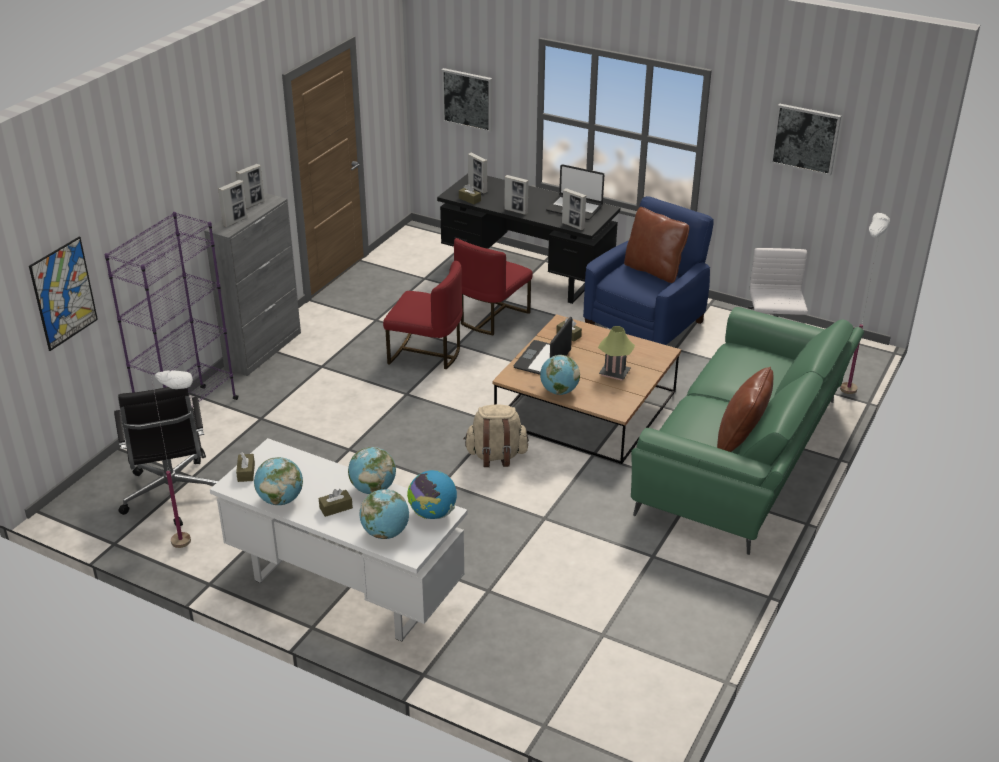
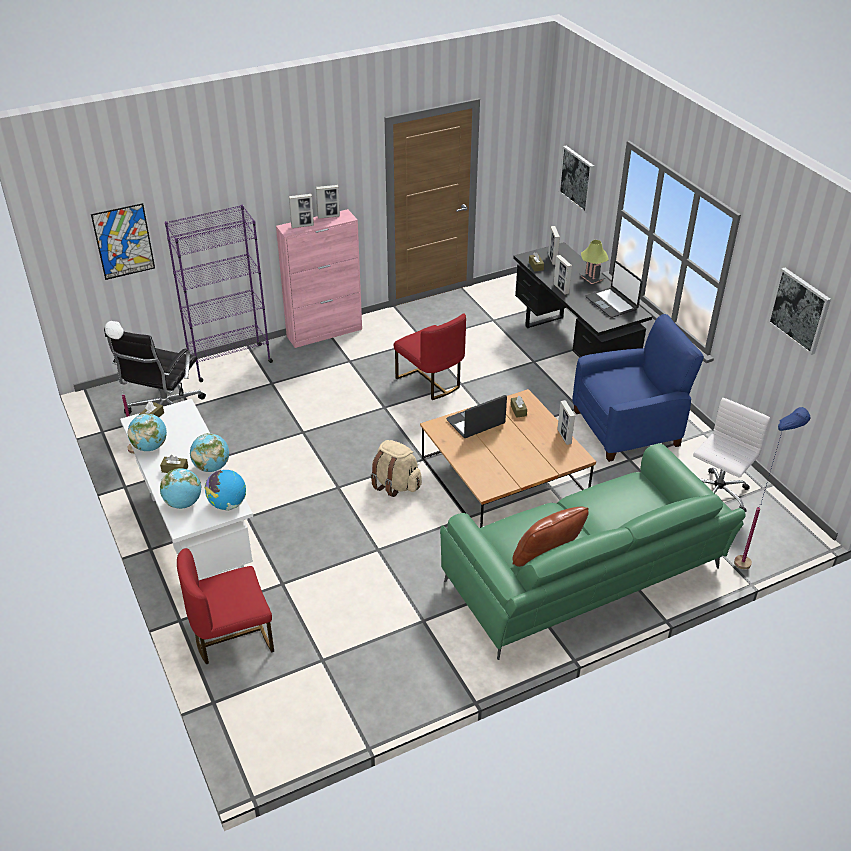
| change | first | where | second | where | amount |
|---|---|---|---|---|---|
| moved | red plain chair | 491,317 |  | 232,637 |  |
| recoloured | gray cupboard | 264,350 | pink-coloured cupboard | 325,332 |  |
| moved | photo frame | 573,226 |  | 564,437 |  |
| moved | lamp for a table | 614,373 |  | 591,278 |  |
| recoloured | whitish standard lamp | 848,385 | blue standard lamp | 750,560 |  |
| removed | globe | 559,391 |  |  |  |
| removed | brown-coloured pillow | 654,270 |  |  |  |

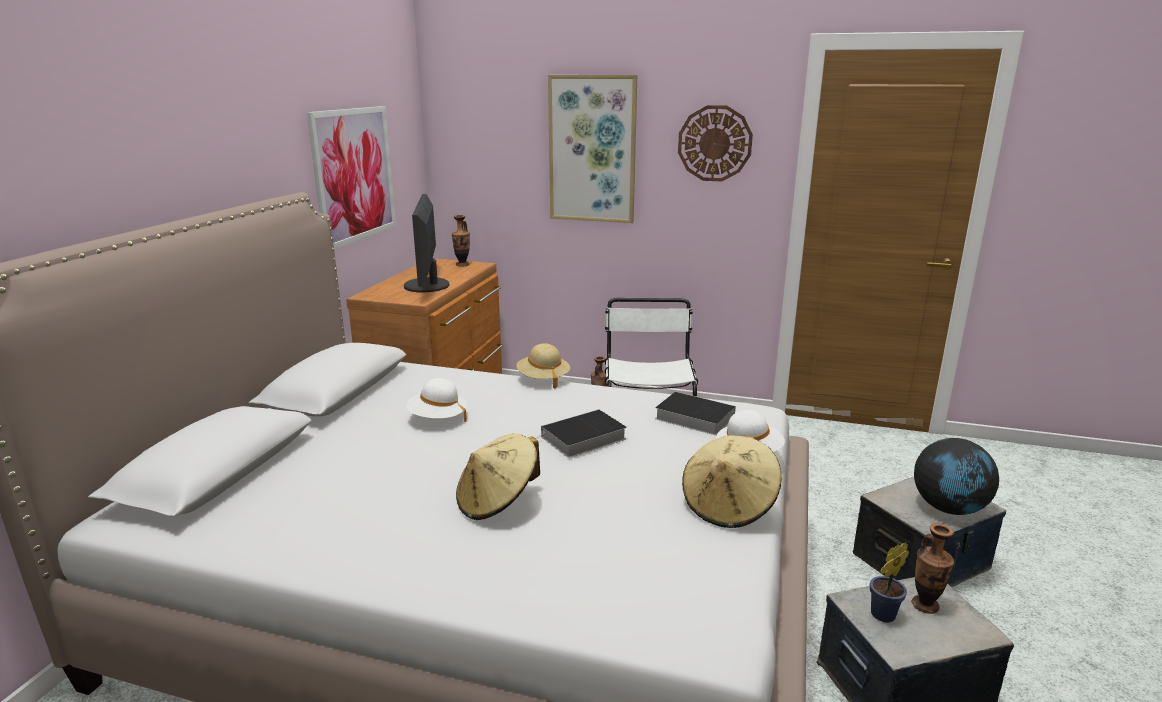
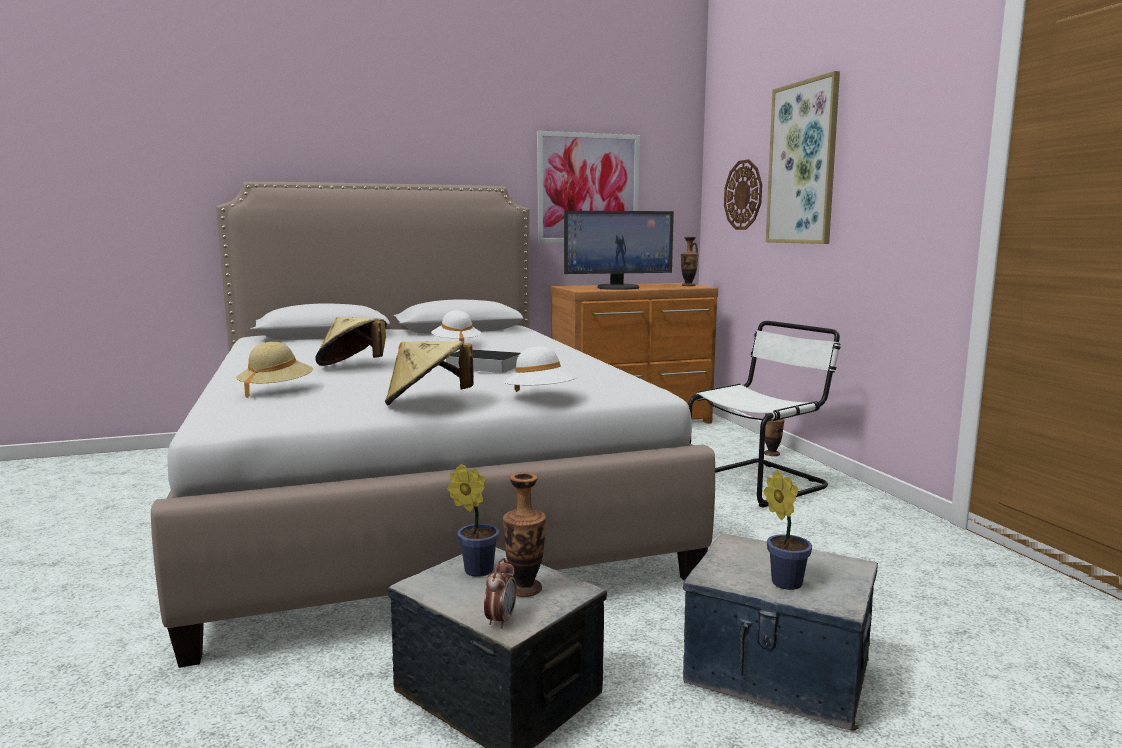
| change | first | where | second | where | amount |
|---|---|---|---|---|---|
| moved | beige clothing hat | 543,379 |  | 276,391 |  |
| added |  |  | table clock | 500,620 |  |
| turned | computer screen | 428,286 |  | 618,288 | 150 degrees counterclockwise |
| moved | clock on the wall | 714,143 |  | 743,195 |  |
| replaced | globe | 949,508 | plant in a pot | 783,581 |  |
| removed | book | 692,417 |  |  |  |

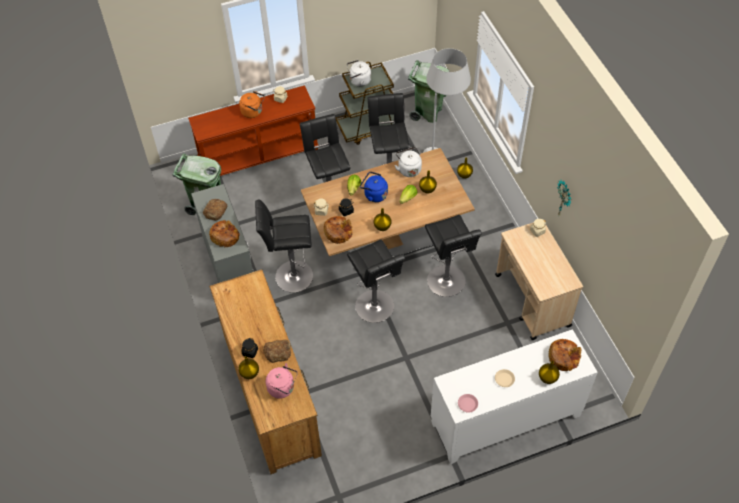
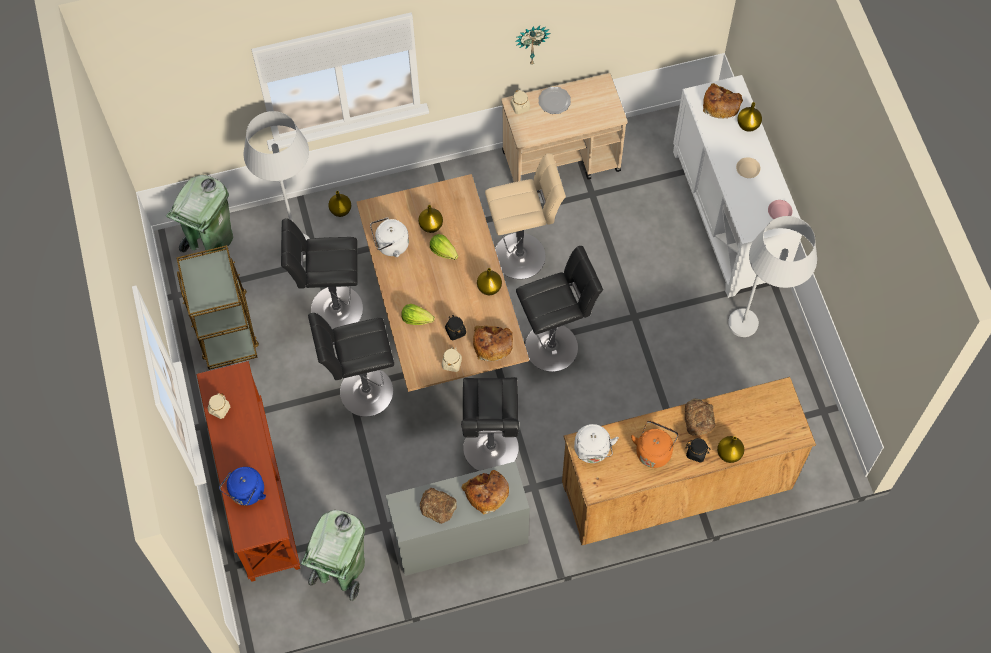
| change | first | where | second | where | amount |
|---|---|---|---|---|---|
| moved | blue tea kettle | 374,194 |  | 246,493 |  |
| recoloured | black-coloured stool | 447,283 | beige stool | 523,254 |  |
| added |  |  | flat dish | 554,101 |  |
| moved | whitish tea kettle | 359,81 |  | 592,451 |  |
| moved | orange tea kettle | 253,112 |  | 654,450 |  |
| added |  |  | whitish standard lamp | 758,330 |  |
| removed | pink-coloured tea kettle | 283,388 |  |  |  |

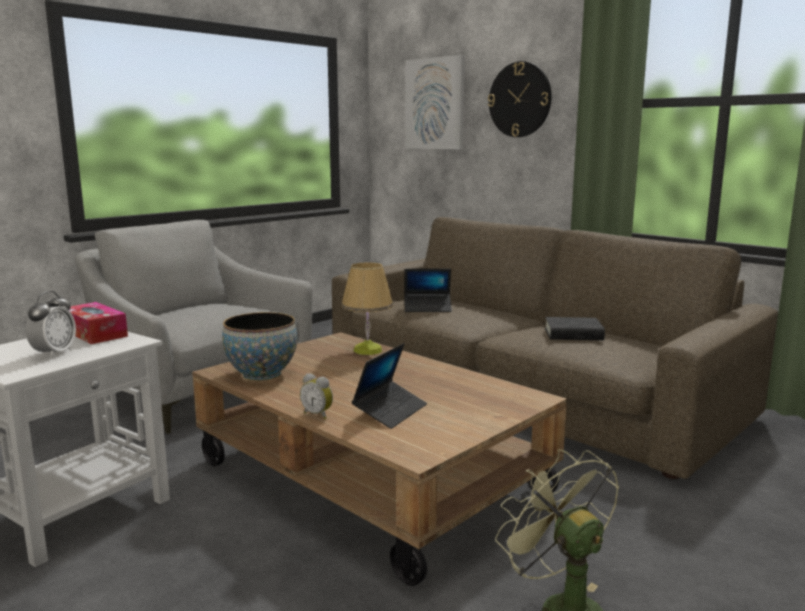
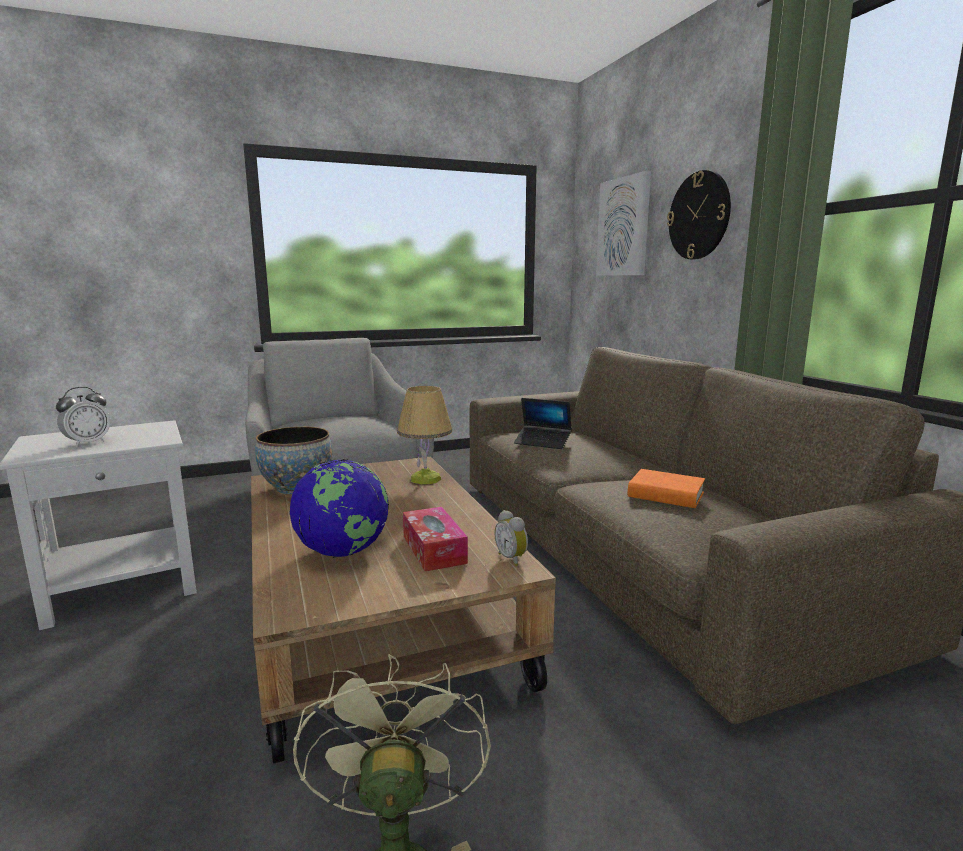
| change | first | where | second | where | amount |
|---|---|---|---|---|---|
| replaced | laptop | 390,411 | globe | 343,551 |  |
| moved | tissue holder | 95,333 |  | 434,549 |  |
| moved | table clock | 318,414 |  | 512,558 |  |
| recoloured | black-coloured book | 573,334 | orange book | 665,495 |  |

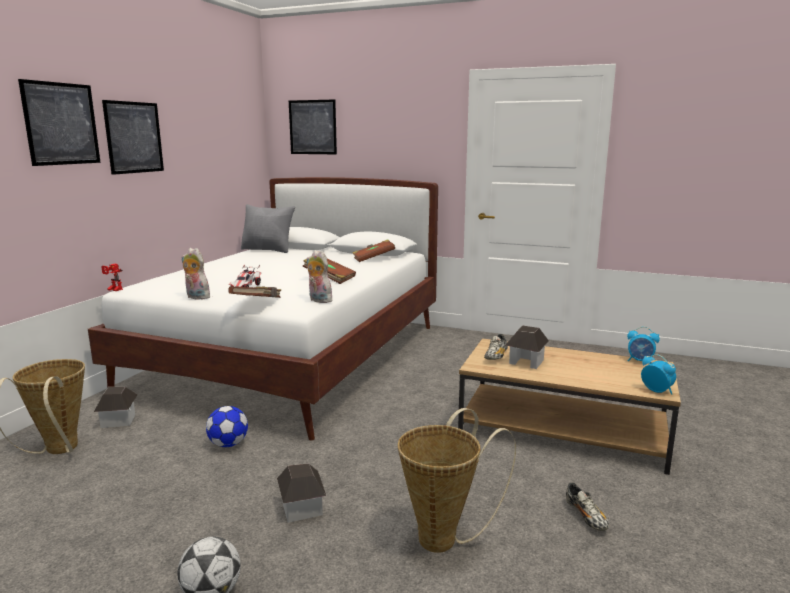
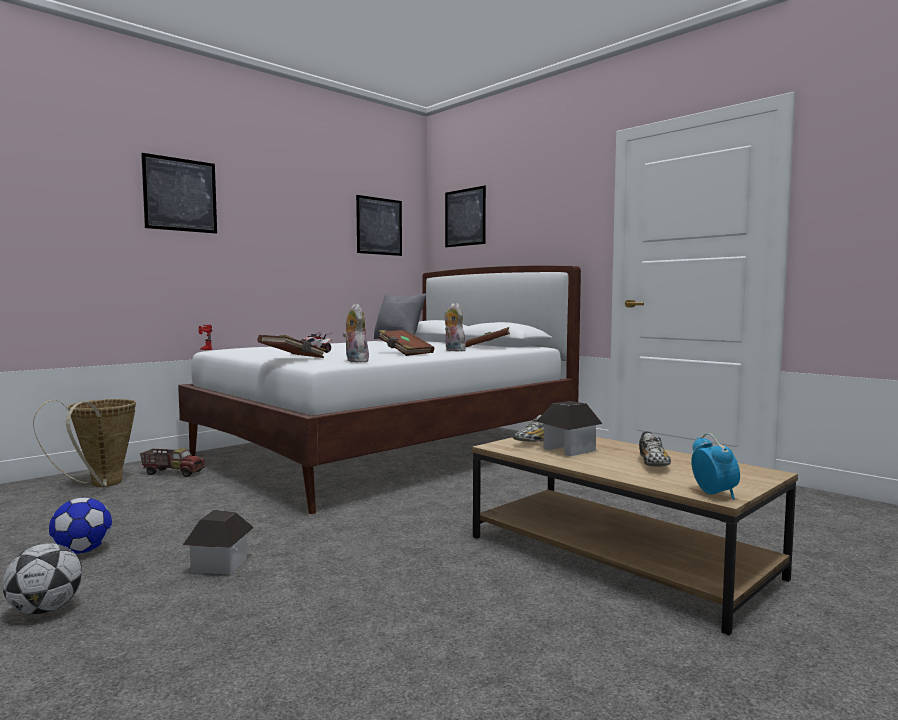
| change | first | where | second | where | amount |
|---|---|---|---|---|---|
| moved | football | 228,444 |  | 82,551 |  |
| replaced | model house | 118,420 | toy lorry | 173,473 |  |
| moved | wall art | 134,137 |  | 379,226 |  |
| moved | plush toy | 196,297 |  | 453,350 |  |
| moved | item of footwear | 586,517 |  | 653,464 |  |
| removed | basket | 444,537 |  |  |  |
| removed | table clock | 640,361 |  |  |  |

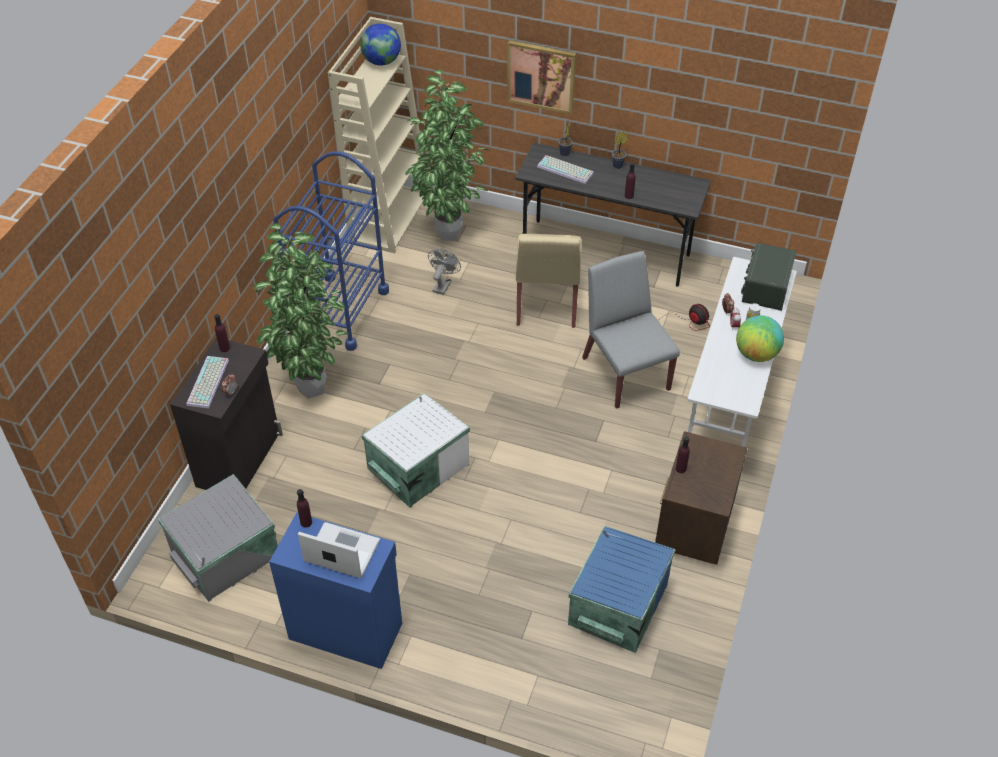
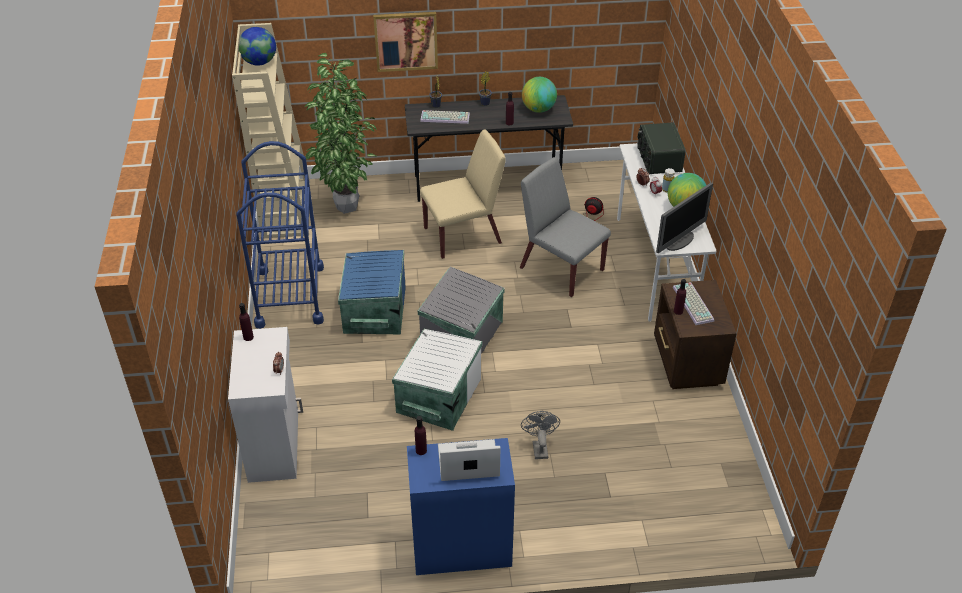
| change | first | where | second | where | amount |
|---|---|---|---|---|---|
| recoloured | black-coloured cupboard | 240,459 | whitish cupboard | 275,444 |  |
| moved | blue storage box | 616,605 |  | 373,311 |  |
| moved | gray storage box | 228,556 |  | 463,334 |  |
| turned | beige plain chair | 546,302 |  | 463,235 | 90 degrees counterclockwise |
| moved | gray cooling fan | 443,284 |  | 539,447 |  |
| added |  |  | globe | 538,109 |  |
| added |  |  | computer screen | 680,241 |  |
| moved | computer keyboard | 209,383 |  | 694,304 |  |
| removed | plant in a pot | 312,386 |  |  |  |

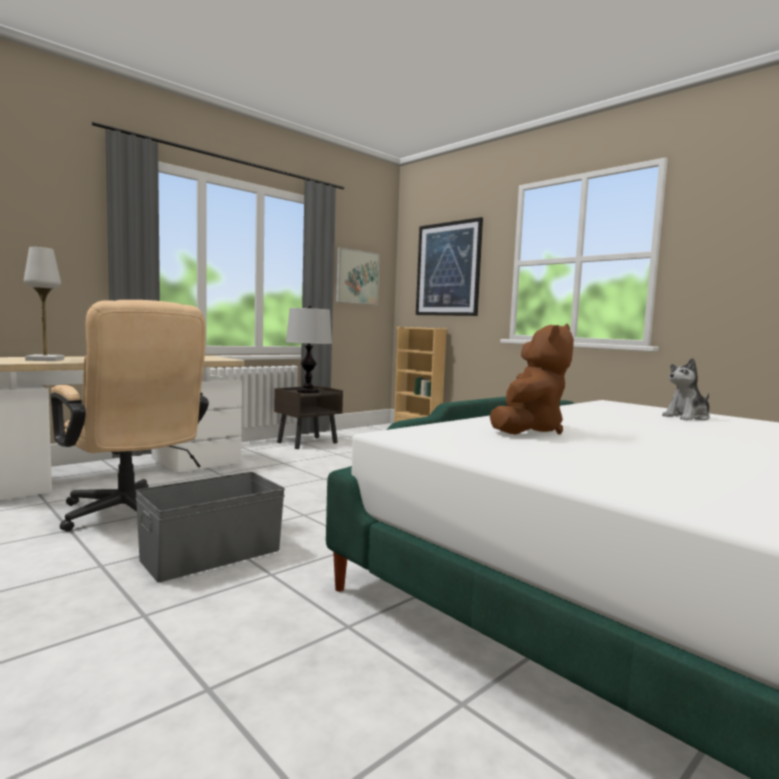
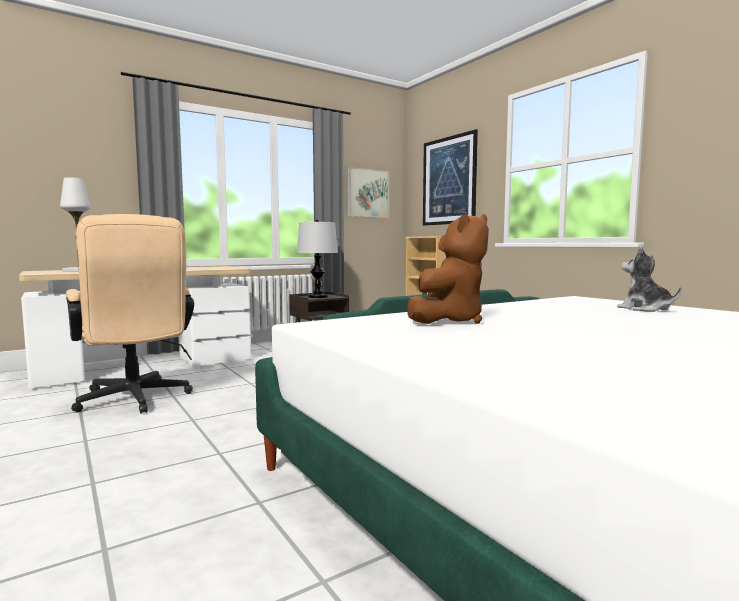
| change | first | where | second | where | amount |
|---|---|---|---|---|---|
| turned | plush toy | 687,417 |  | 645,309 | 75 degrees clockwise |
| removed | gray storage box | 210,555 |  |  |  |

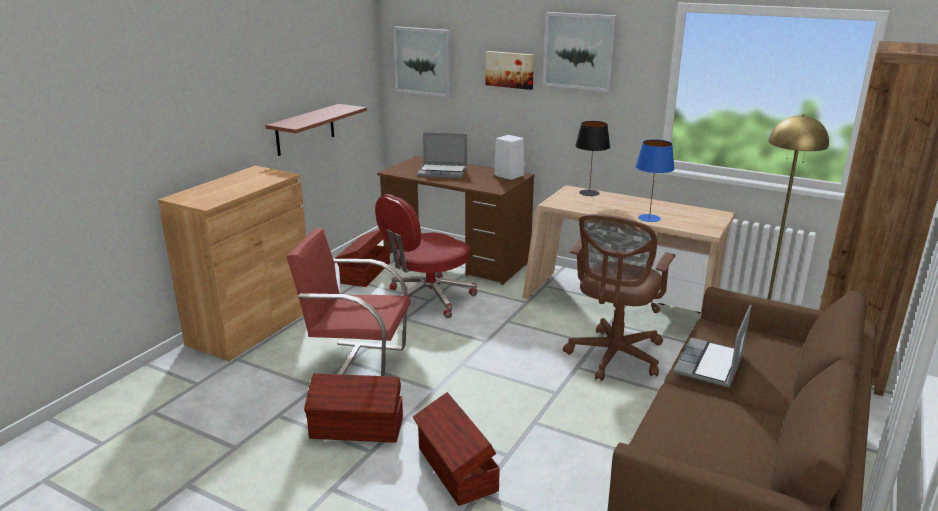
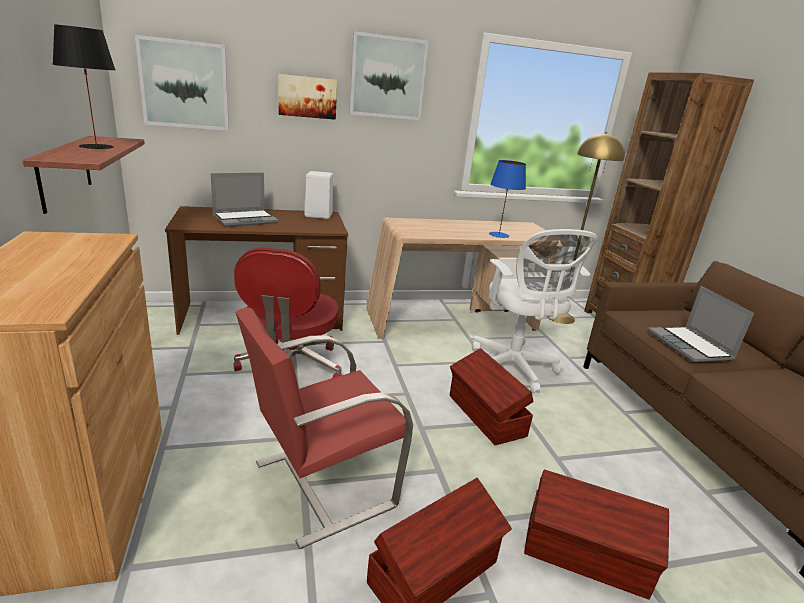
| change | first | where | second | where | amount |
|---|---|---|---|---|---|
| moved | black-coloured lamp for a table | 589,193 |  | 97,147 |  |
| moved | brown-coloured storage box | 364,273 |  | 485,416 |  |
| recoloured | brown-coloured office chair | 613,357 | whitish office chair | 514,368 |  |

